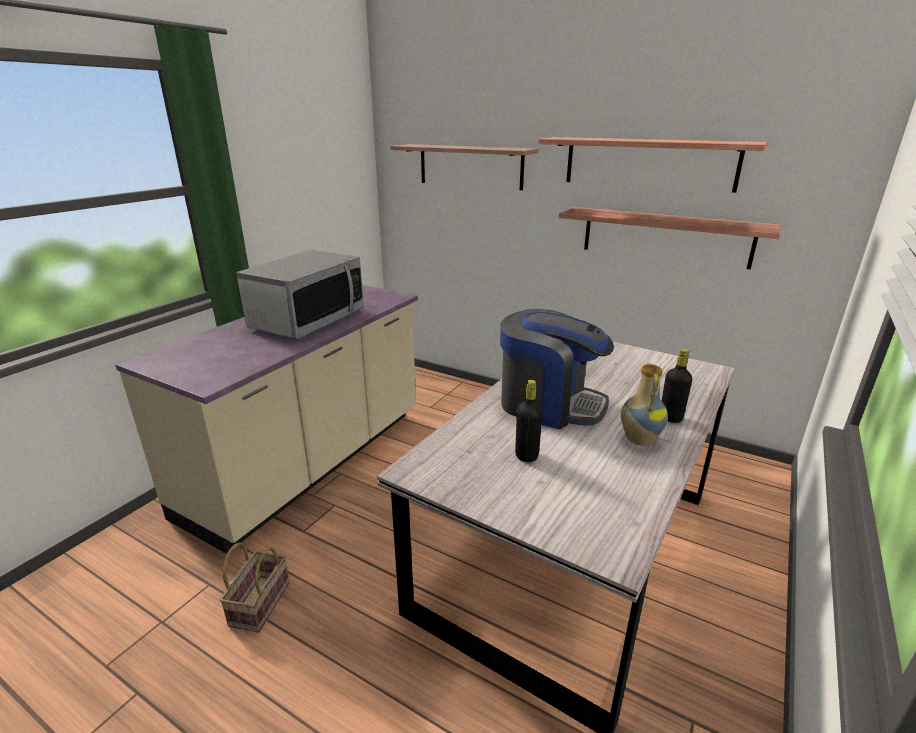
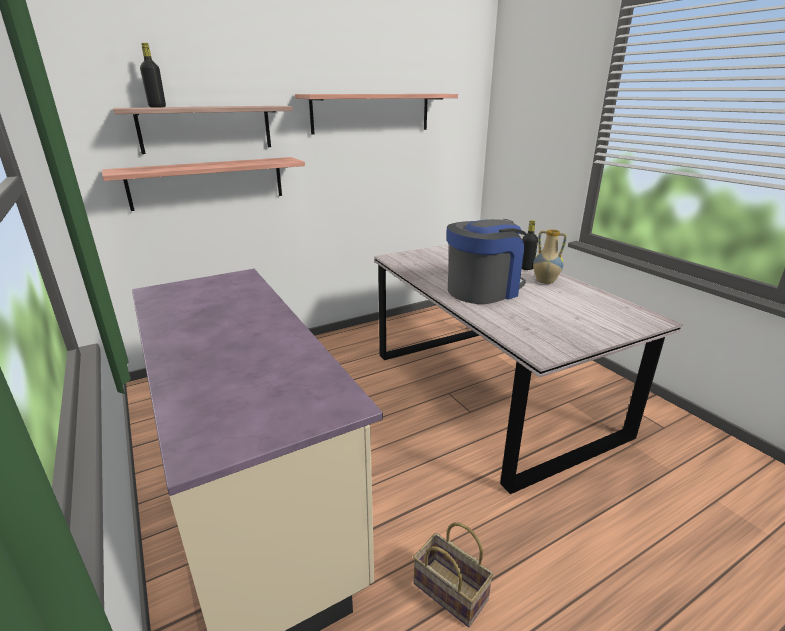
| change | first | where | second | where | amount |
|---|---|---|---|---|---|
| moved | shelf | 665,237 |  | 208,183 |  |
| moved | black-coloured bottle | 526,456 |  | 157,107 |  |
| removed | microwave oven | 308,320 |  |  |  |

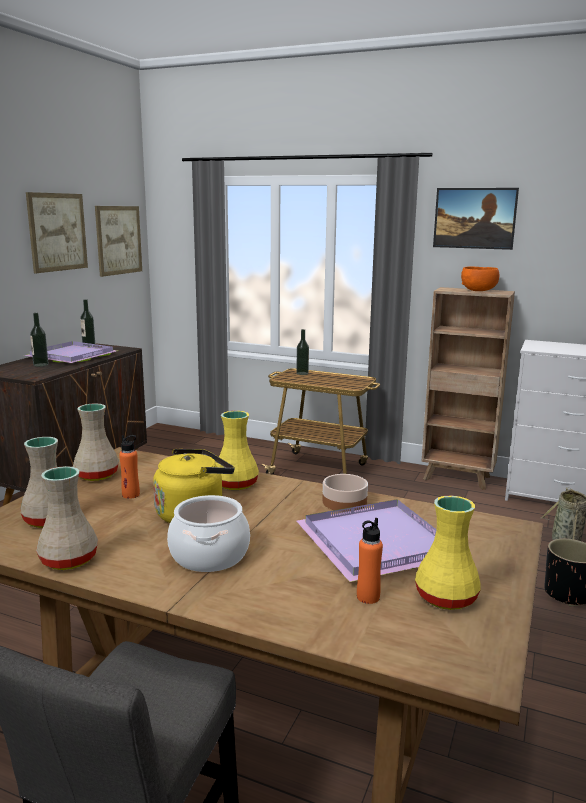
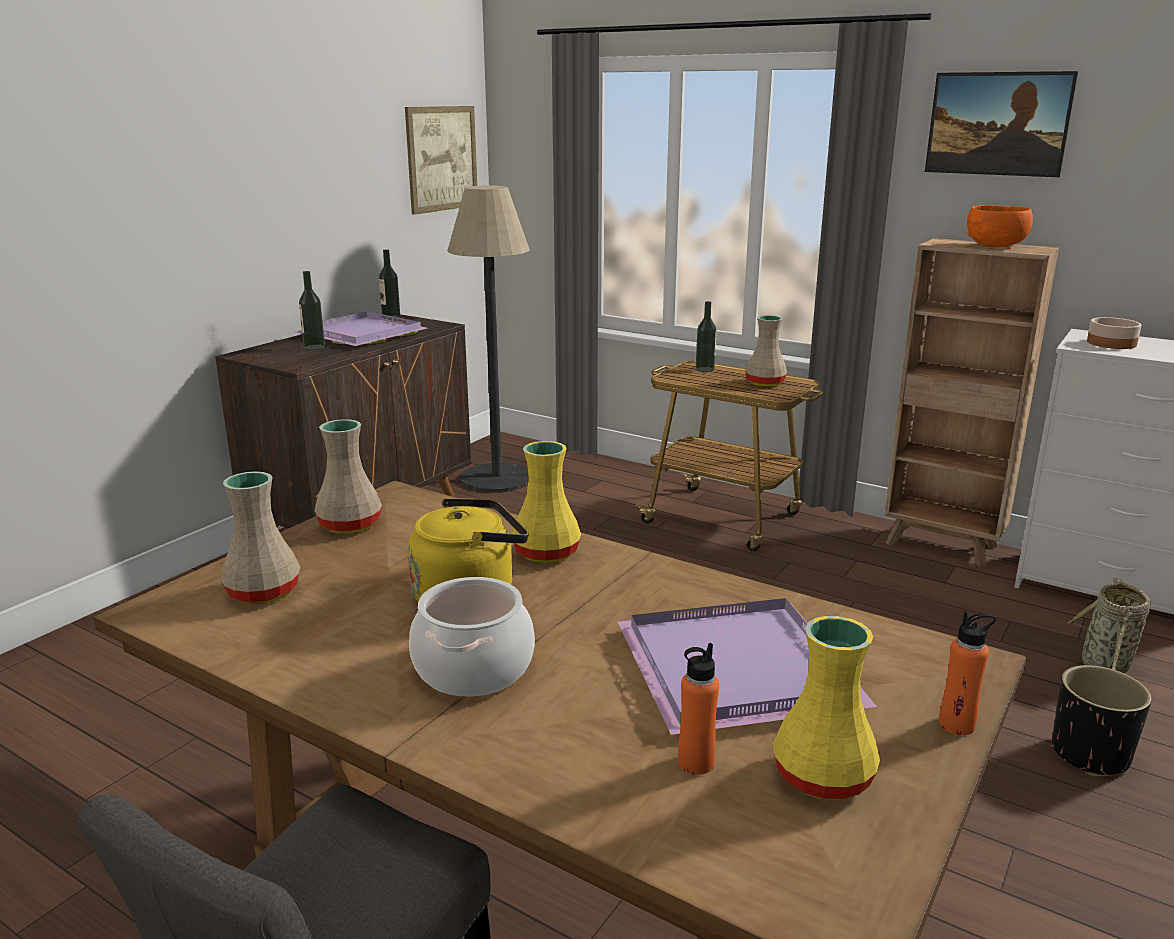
| change | first | where | second | where | amount |
|---|---|---|---|---|---|
| added |  |  | standard lamp | 497,478 |  |
| moved | beige vase | 67,560 |  | 764,383 |  |
| moved | orange bottle | 131,495 |  | 957,724 |  |
| moved | bowl | 344,502 |  | 1111,343 |  |
| removed | wall art | 57,232 |  |  |  |

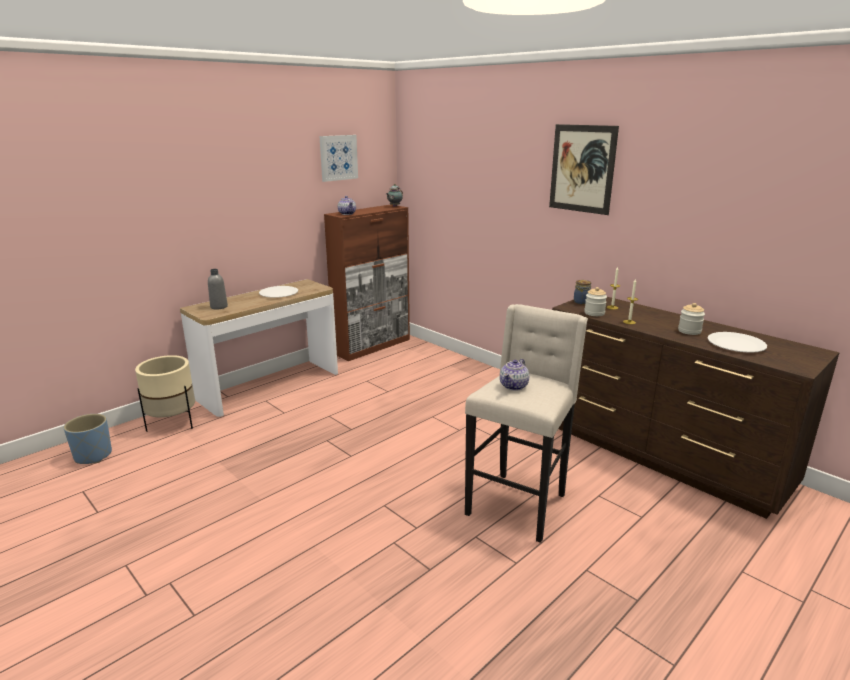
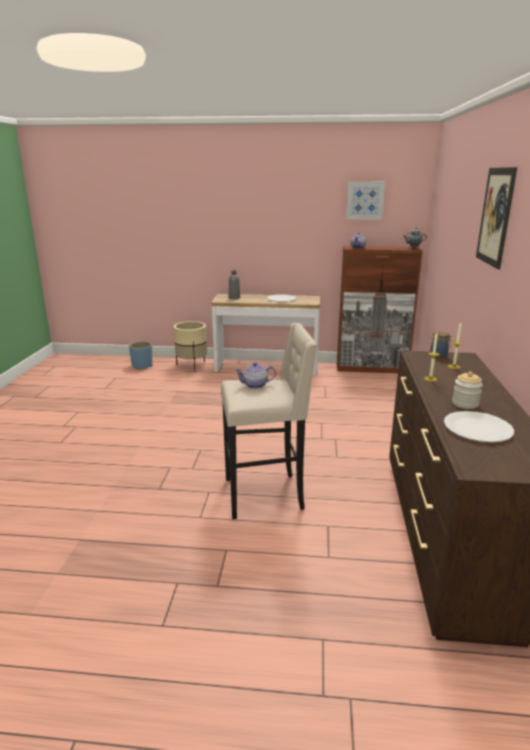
| change | first | where | second | where | amount |
|---|---|---|---|---|---|
| removed | preserve jar | 594,313 |  |  |  |

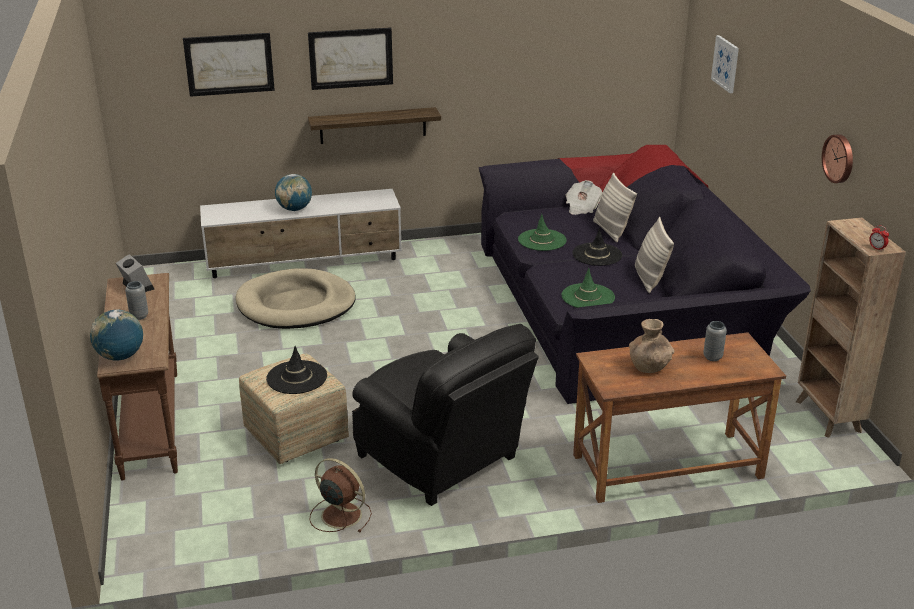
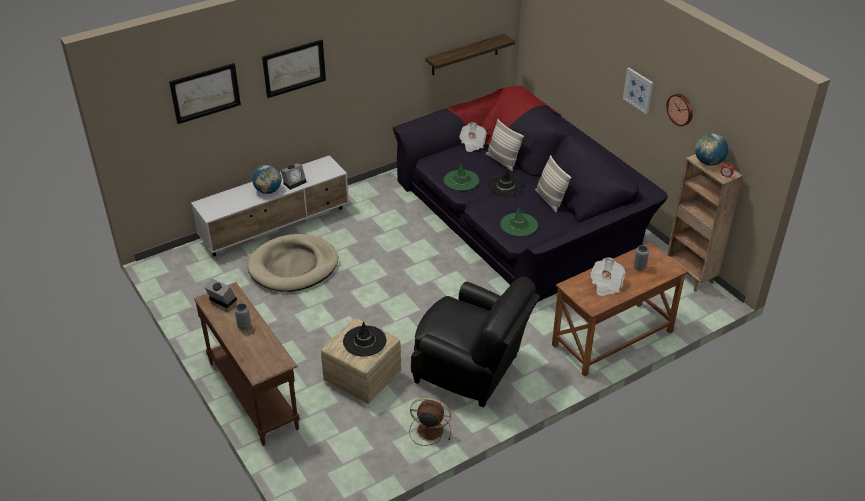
| change | first | where | second | where | amount |
|---|---|---|---|---|---|
| added |  |  | table clock | 294,182 |  |
| moved | shelf | 373,125 |  | 465,55 |  |
| replaced | brown-coloured vase | 649,367 | printed paper | 606,284 |  |
| moved | wall art | 726,63 |  | 638,90 |  |
| moved | globe | 120,356 |  | 708,162 |  |

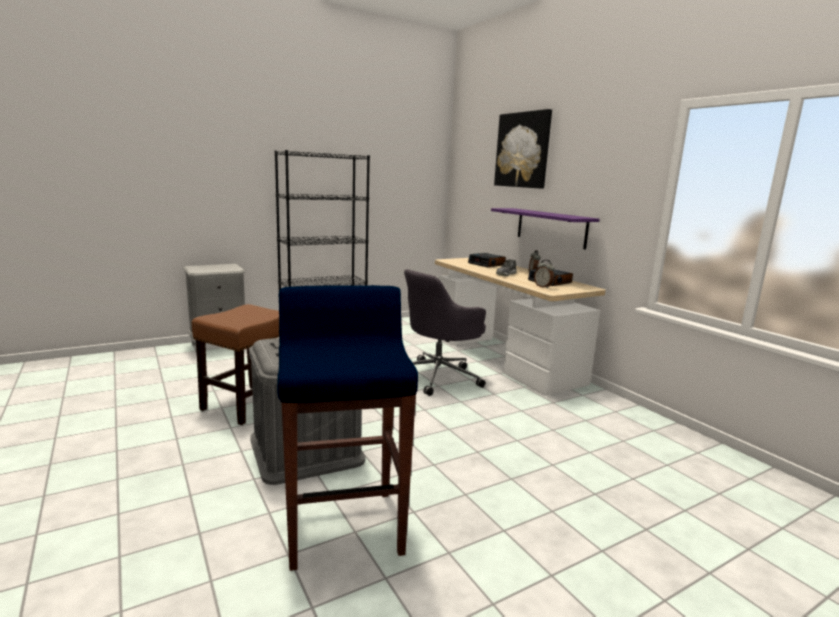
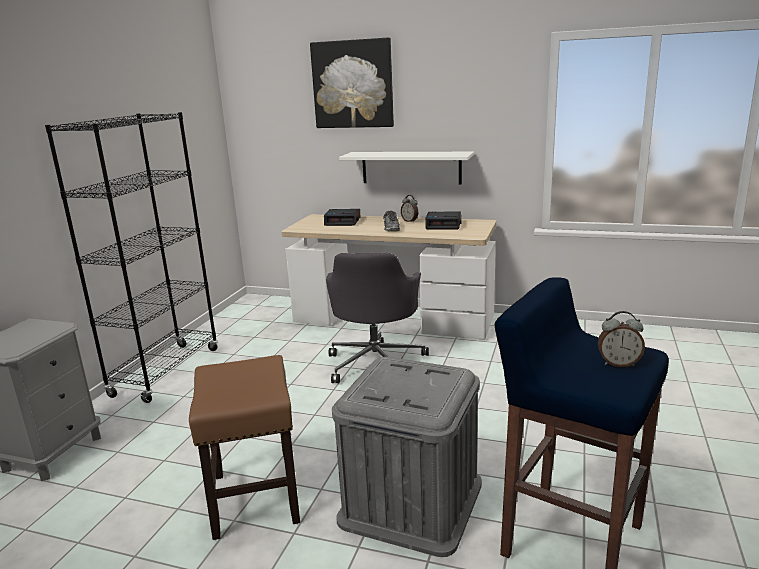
| change | first | where | second | where | amount |
|---|---|---|---|---|---|
| recoloured | purple-coloured shelf | 551,227 | whitish shelf | 411,167 |  |
| moved | table clock | 543,287 |  | 618,363 |  |

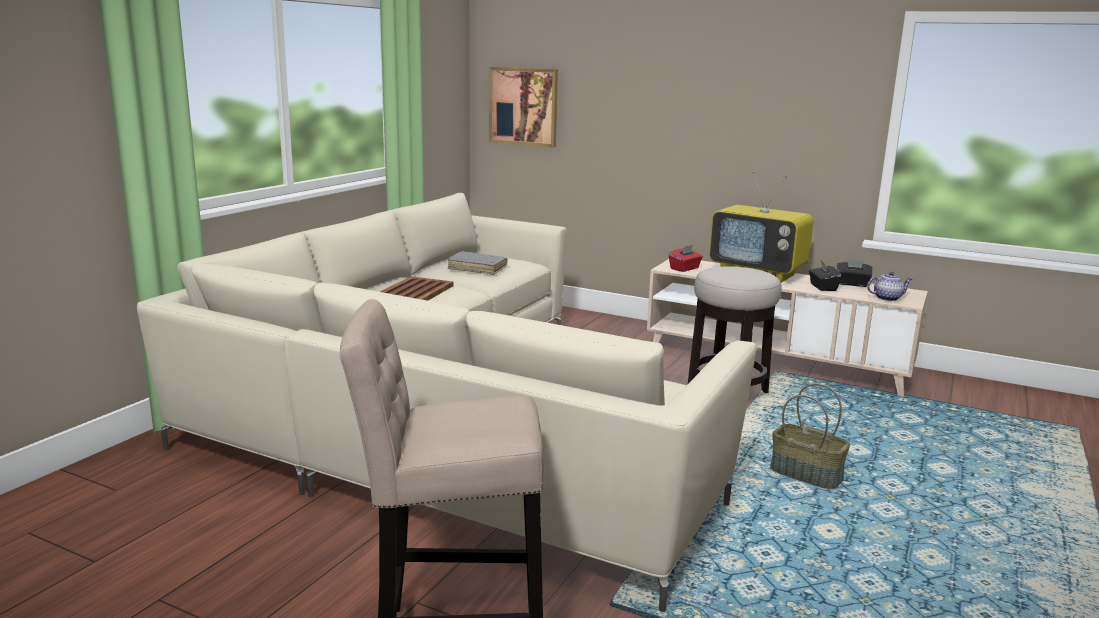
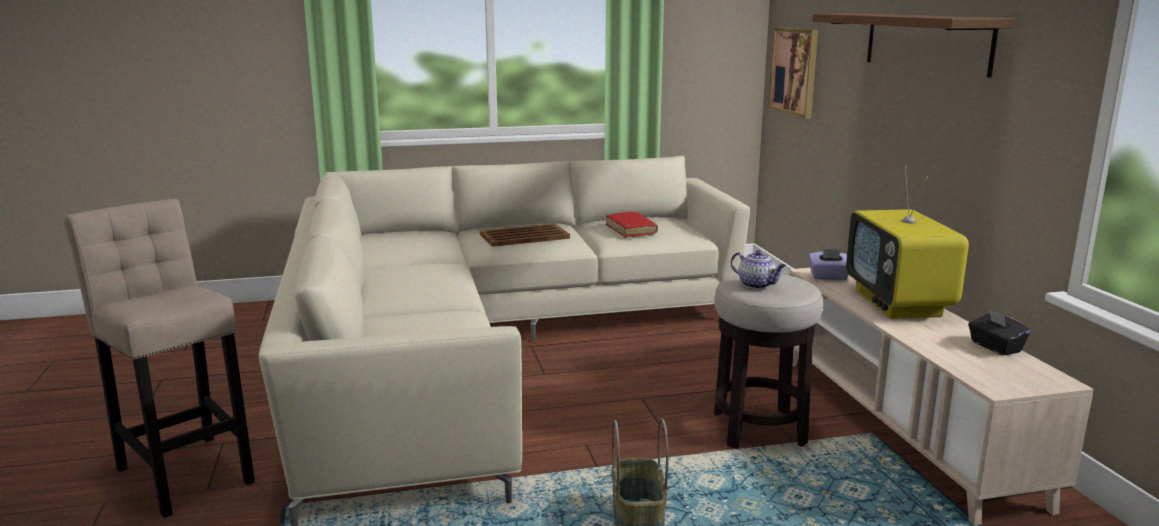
| change | first | where | second | where | amount |
|---|---|---|---|---|---|
| recoloured | gray book | 477,269 | red book | 631,230 |  |
| moved | teapot | 887,298 |  | 757,285 |  |
| recoloured | red tissue holder | 685,269 | purple-coloured tissue holder | 829,277 |  |
| added |  |  | brown-coloured shelf | 926,42 |  |
| removed | black-coloured tissue holder | 822,287 |  |  |  |

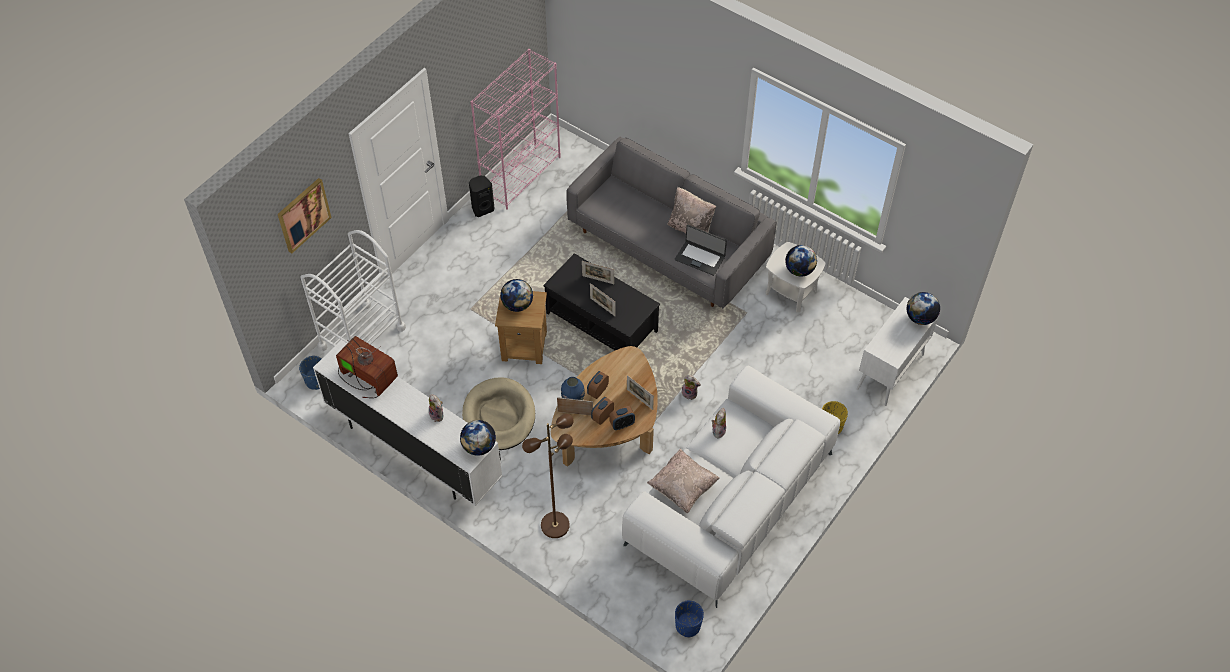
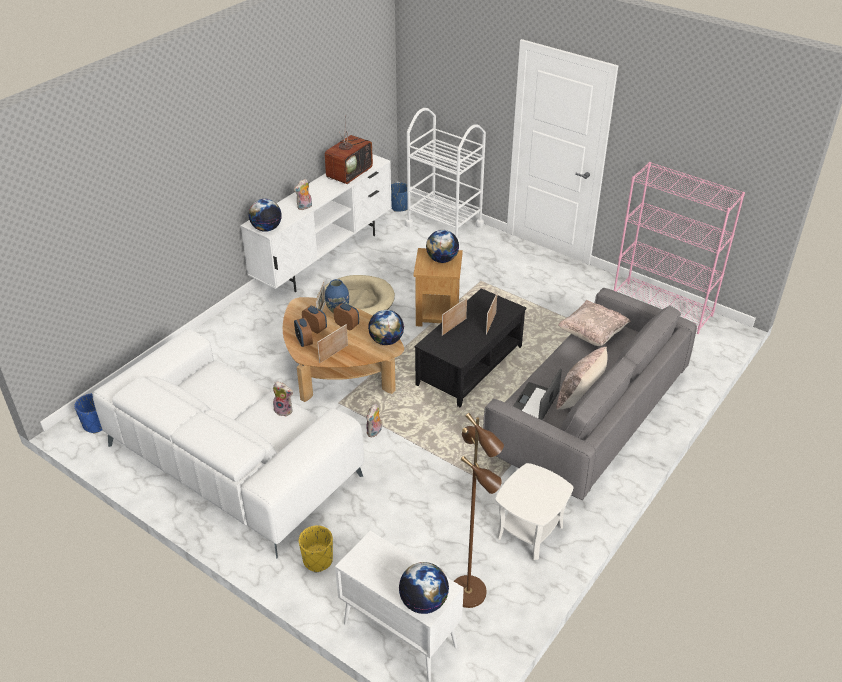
| change | first | where | second | where | amount |
|---|---|---|---|---|---|
| moved | globe | 799,270 |  | 386,341 |  |
| moved | brown-coloured standard lamp | 555,524 |  | 469,592 |  |
| moved | beige pillow | 682,488 |  | 592,334 |  |
| removed | wall art | 303,215 |  |  |  |
| removed | black-coloured loudspeaker | 482,208 |  |  |  |

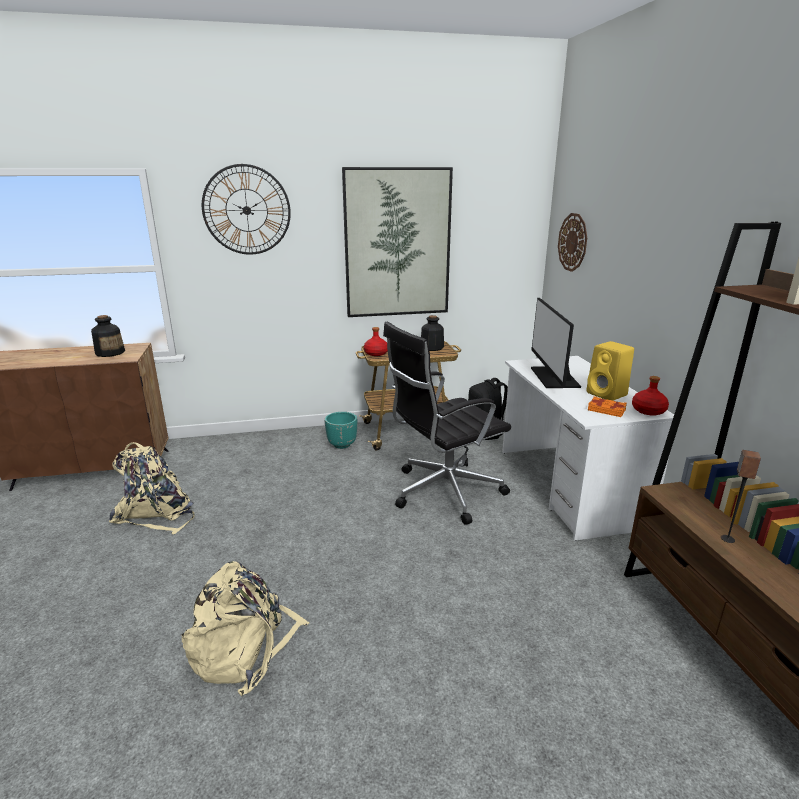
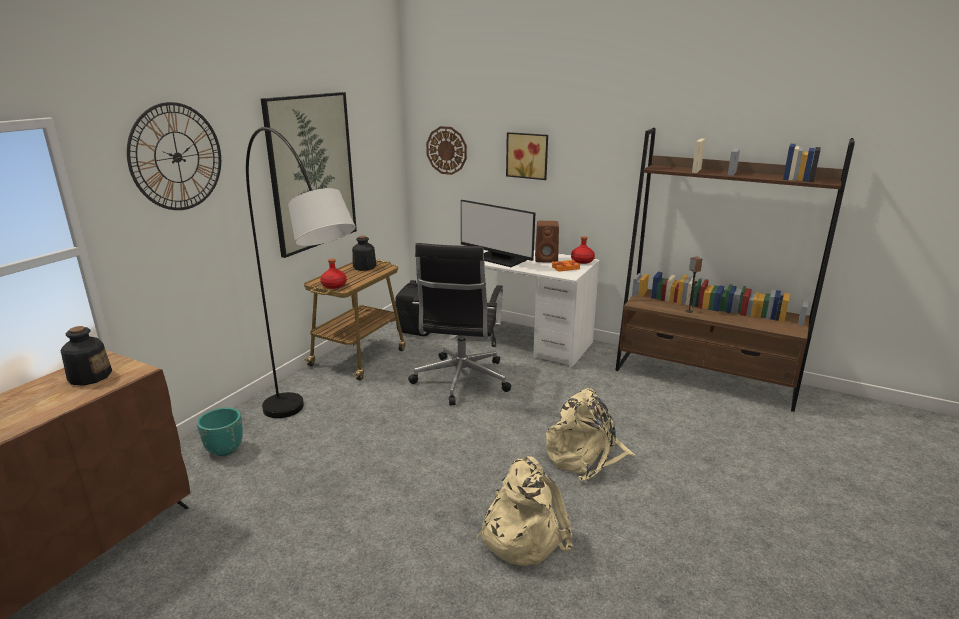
| change | first | where | second | where | amount |
|---|---|---|---|---|---|
| moved | blue-green planter | 342,445 |  | 225,450 |  |
| added |  |  | gray standard lamp | 316,441 |  |
| added |  |  | wall art | 527,155 |  |
| recoloured | yellow loudspeaker | 608,394 | brown-coloured loudspeaker | 547,259 |  |
| moved | beige backpack | 157,513 |  | 585,456 |  |

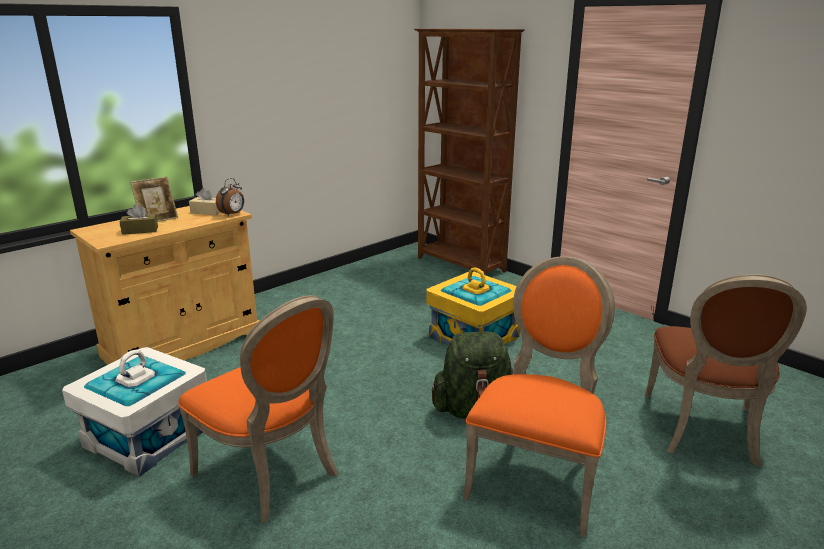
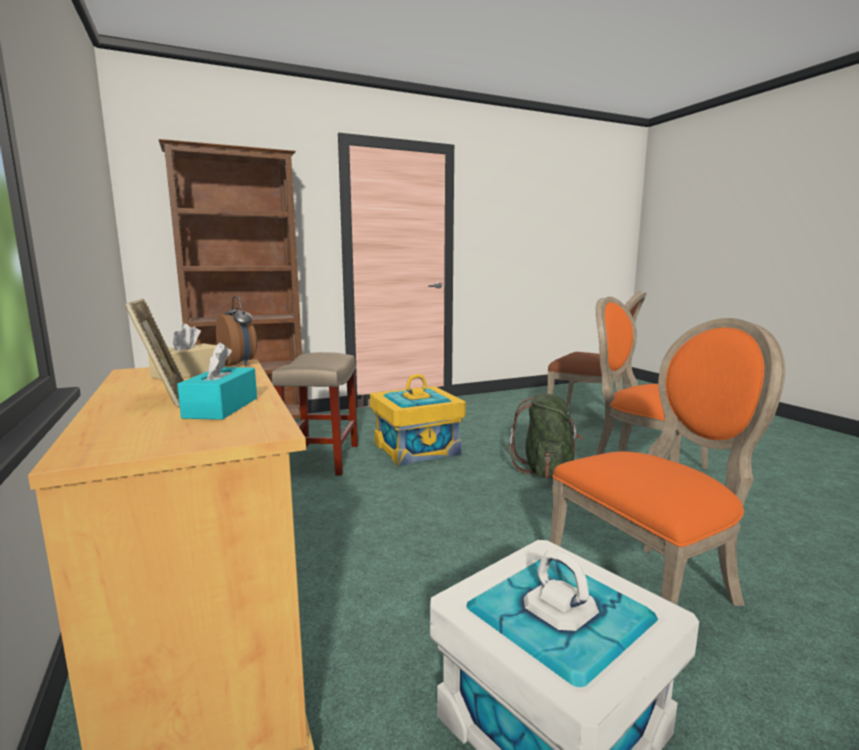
| change | first | where | second | where | amount |
|---|---|---|---|---|---|
| recoloured | brown-coloured tissue holder | 140,230 | blue-green tissue holder | 221,407 |  |
| added |  |  | beige stool | 321,459 |  |

